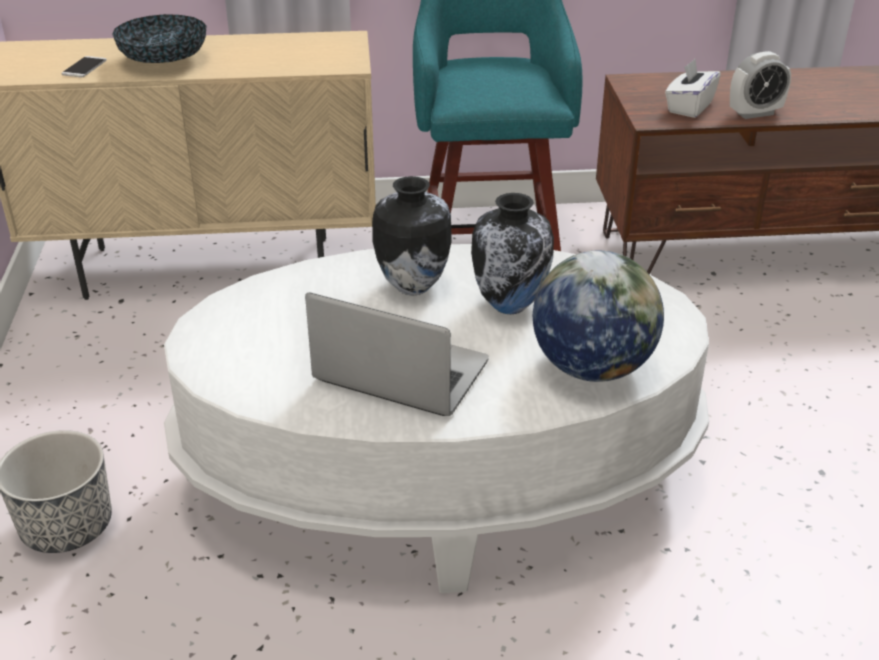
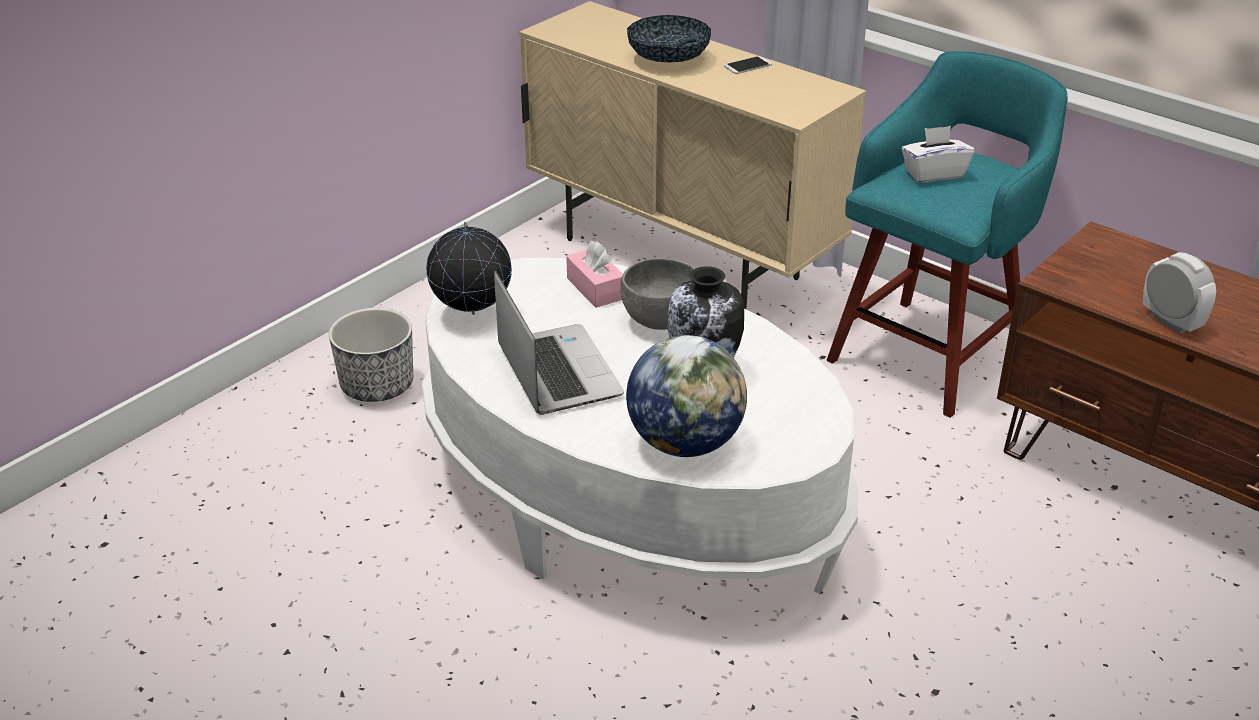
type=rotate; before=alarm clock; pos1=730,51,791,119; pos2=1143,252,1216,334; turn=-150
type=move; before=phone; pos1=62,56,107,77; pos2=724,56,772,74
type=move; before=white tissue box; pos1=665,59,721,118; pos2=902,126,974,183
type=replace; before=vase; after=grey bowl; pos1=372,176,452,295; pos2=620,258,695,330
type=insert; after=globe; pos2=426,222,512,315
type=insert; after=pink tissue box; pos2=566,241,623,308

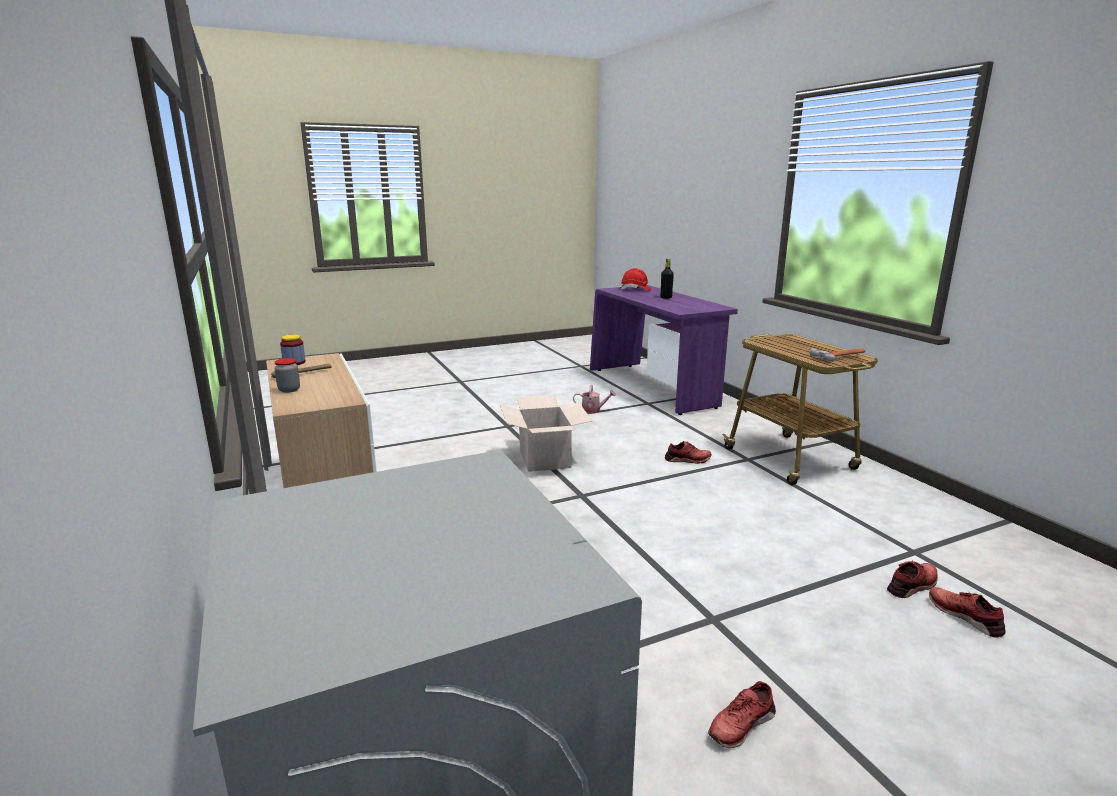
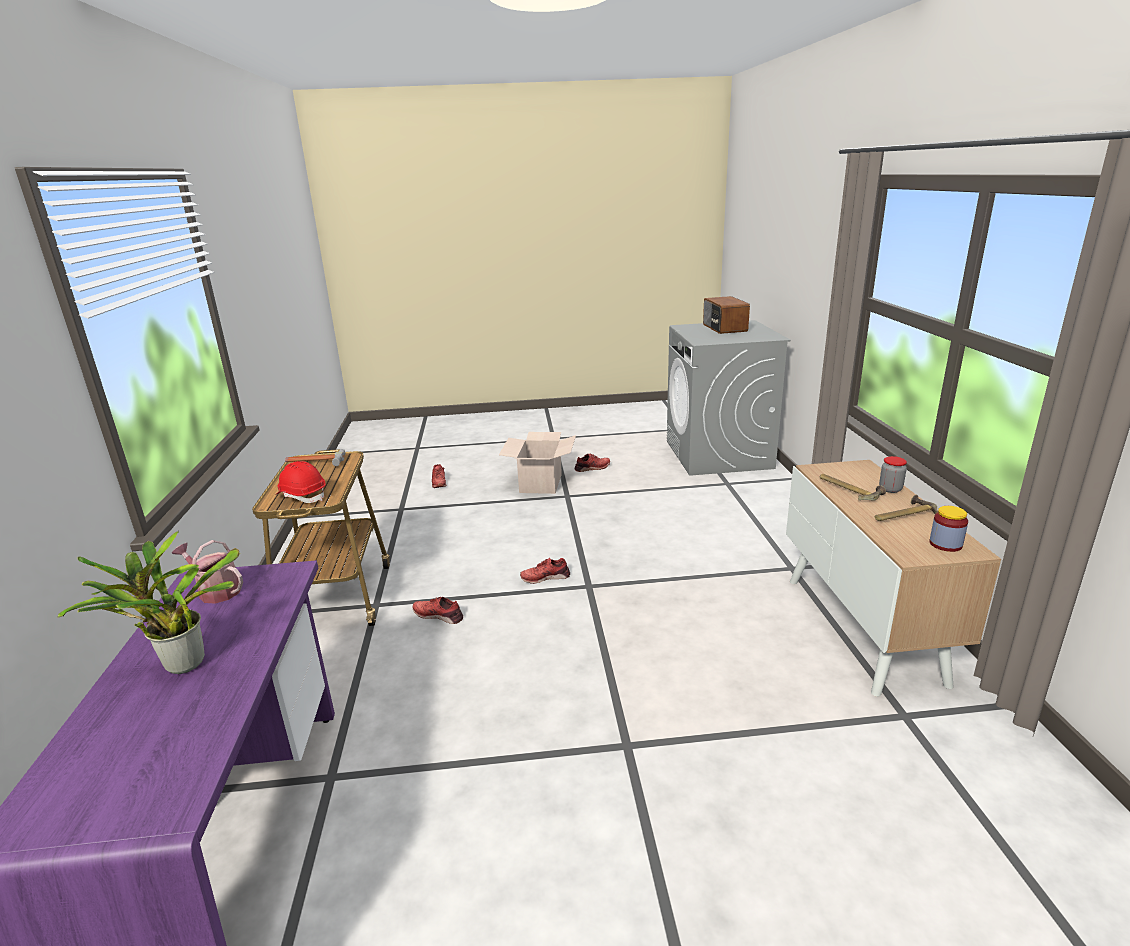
type=replace; before=black bottle; after=potted plant; pos1=661,258,674,299; pos2=57,531,240,674
type=move; before=red hard hat; pos1=621,268,652,291; pos2=277,461,326,503
type=move; before=watering can; pos1=573,384,616,413; pos2=172,540,243,604
type=move; before=cardboard box; pos1=500,395,592,472; pos2=499,432,576,494
type=move; before=red shoe; pos1=887,560,938,598; pos2=520,558,570,584
type=insert; after=radio; pos2=703,296,750,334
type=insert; after=hammer; pos2=820,474,886,500

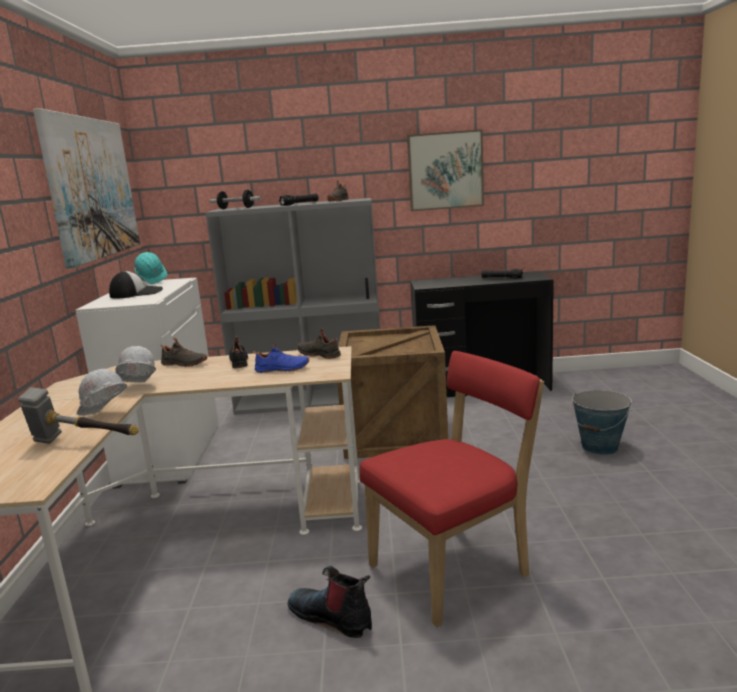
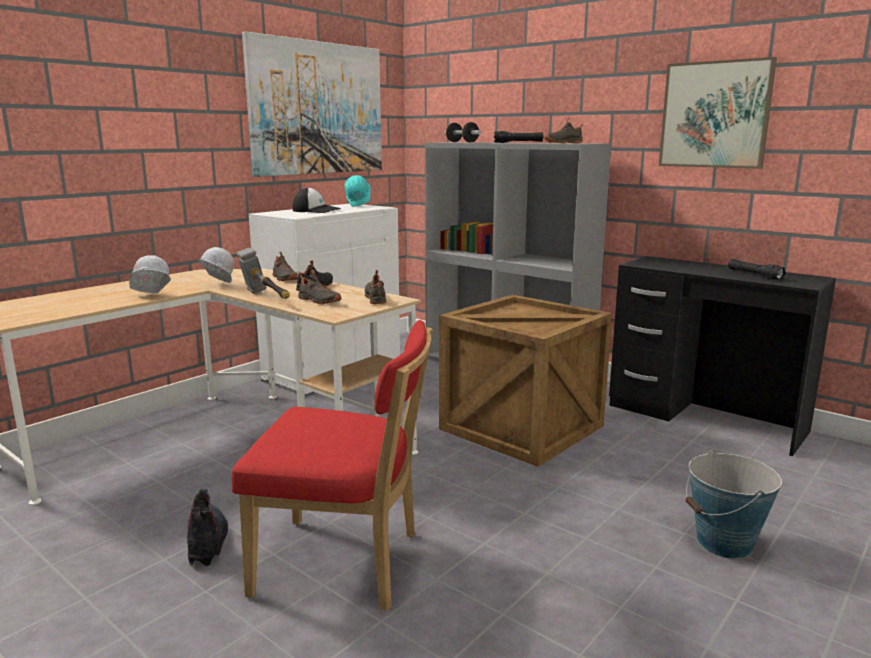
type=recolor; before=blue shoe; after=black shoe; pos1=253,341,309,373; pos2=298,270,341,304
type=move; before=hammer; pos1=18,387,139,444; pos2=236,247,290,299

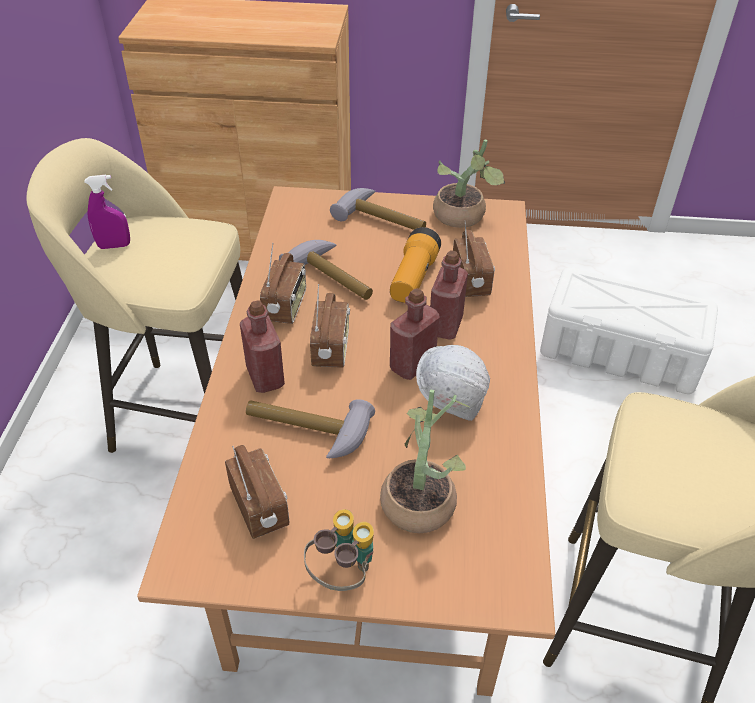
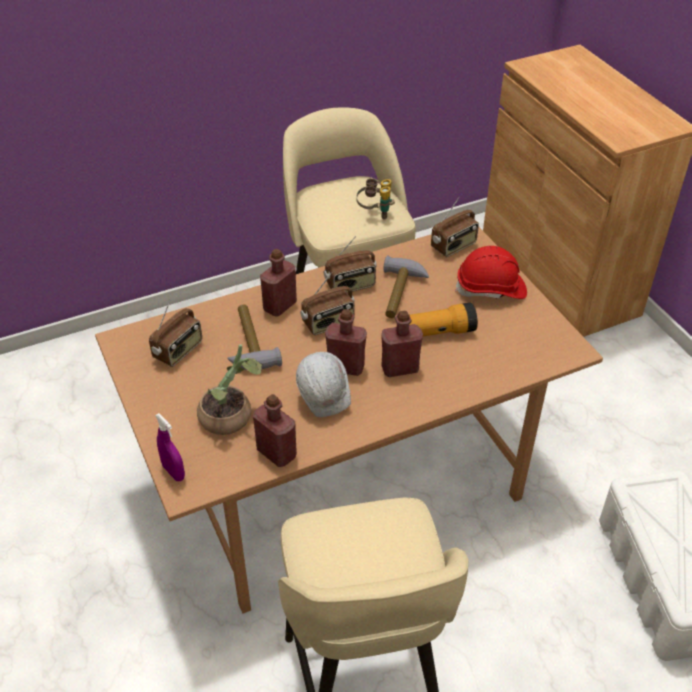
type=delete; before=potted plant; pos1=433,139,505,228
type=move; before=purple spray bottle; pos1=84,175,130,249; pos2=155,413,185,481
type=replace; before=hammer; after=red hard hat; pos1=330,188,426,230; pos2=455,246,527,299
type=move; before=radio; pos1=453,222,495,297; pos2=431,197,479,257
type=move; before=binoculars; pos1=304,509,374,591; pos2=356,179,395,220
type=insert; after=red bottle; pos2=253,394,297,467

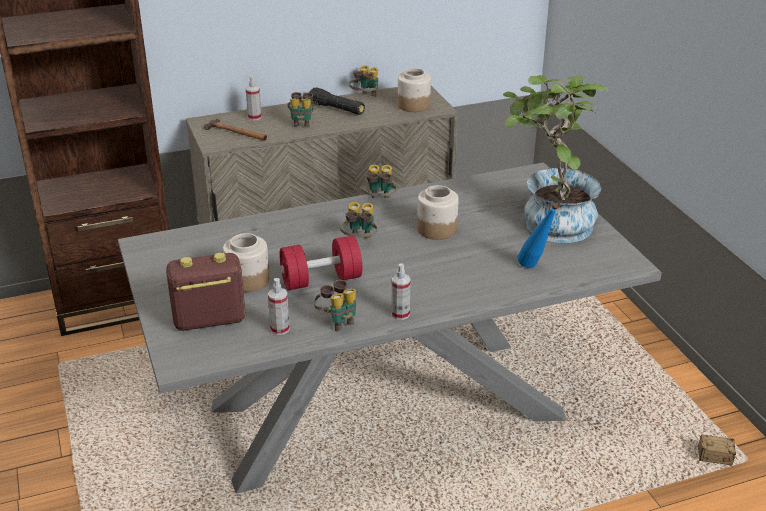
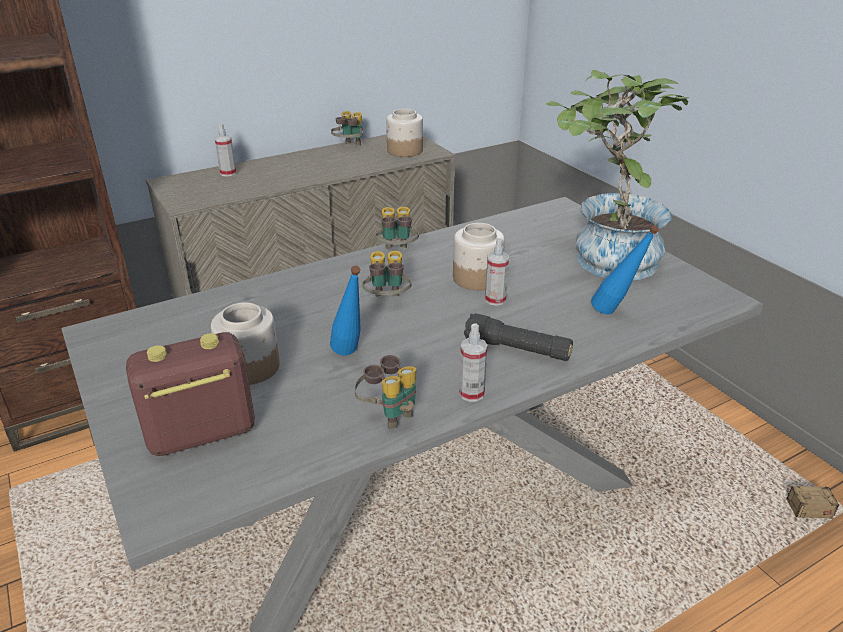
type=move; before=black flashlight; pos1=309,87,365,115; pos2=464,313,573,361
type=delete; before=binoculars; pos1=287,92,318,128
type=delete; before=hammer; pos1=204,119,267,141
type=replace; before=red dumbbell; after=blue bottle; pos1=279,236,362,290; pos2=330,266,361,356
type=move; before=spray bottle; pos1=268,278,290,335; pos2=485,238,509,306

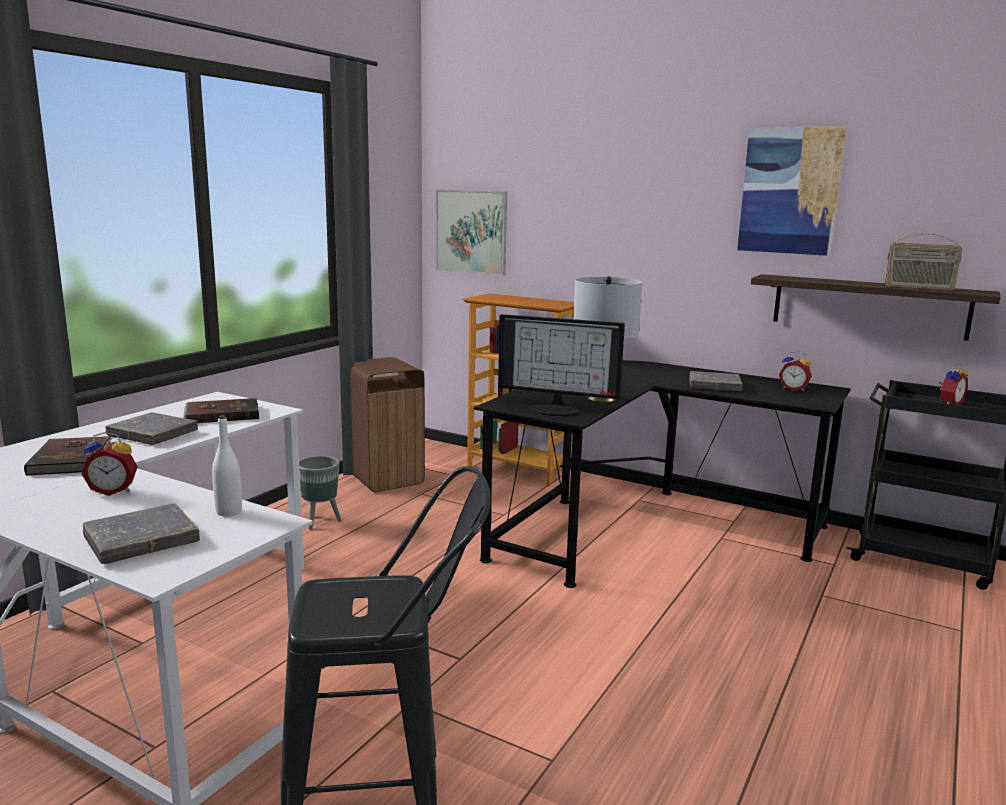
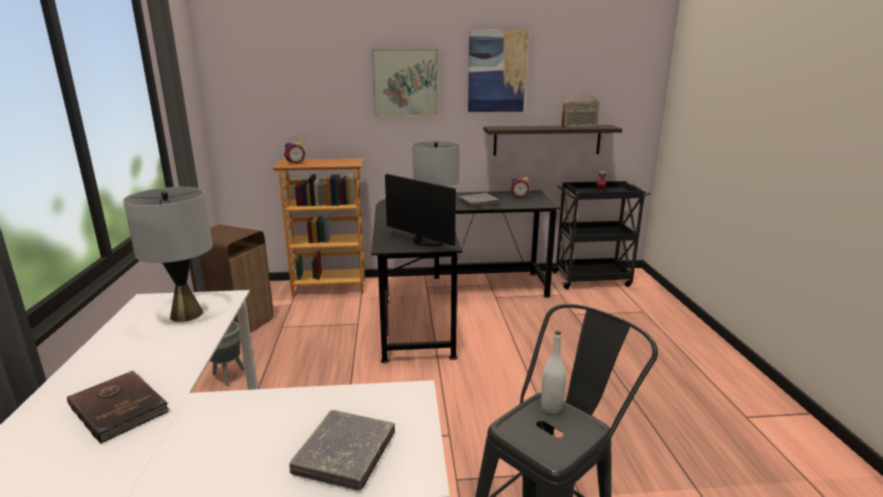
type=move; before=picture; pos1=436,190,507,276; pos2=371,49,438,117
type=rotate; before=monitor; pos1=498,314,625,416; pos2=385,174,456,246; turn=-120
type=replace; before=brown book; after=grey table lamp; pos1=183,398,259,423; pos2=123,187,213,322
type=delete; before=grey book; pos1=106,412,198,445
type=move; before=white bottle; pos1=212,415,242,517; pos2=541,331,566,413
type=move; before=alarm clock; pos1=82,432,138,496; pos2=284,137,305,164

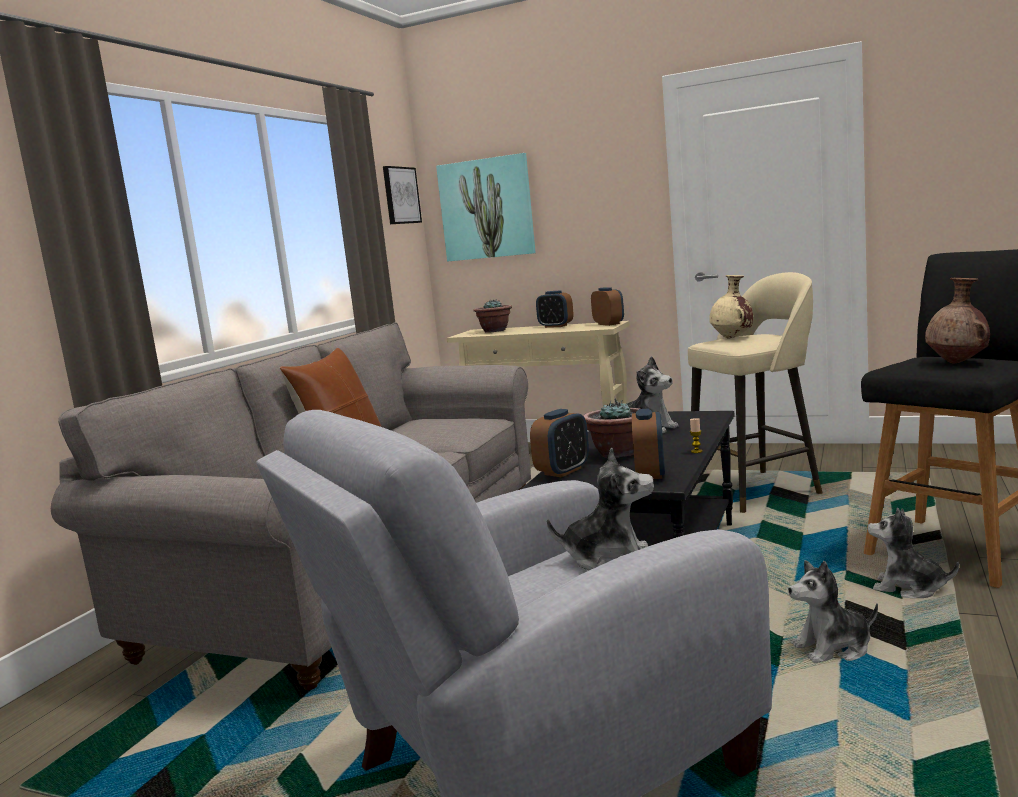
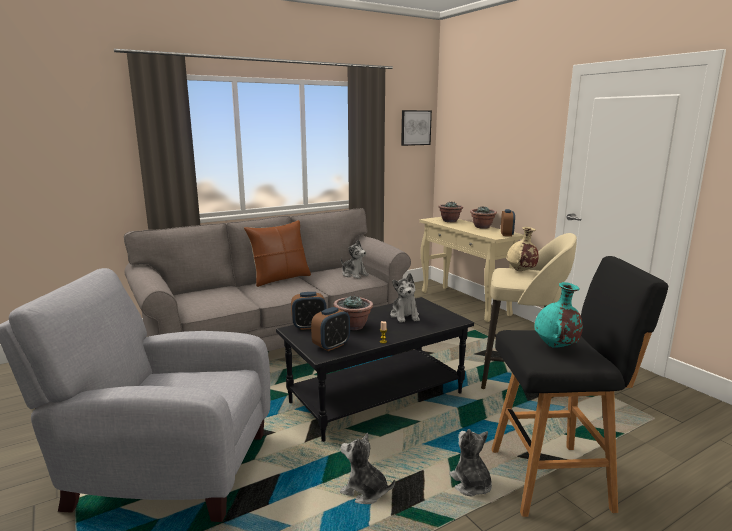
type=delete; before=picture; pos1=436,153,536,262
type=recolor; before=brown vase; after=turquoise vase; pos1=925,278,990,364; pos2=534,282,583,348
type=replace; before=alarm clock; after=potted plant; pos1=536,291,573,328; pos2=470,206,497,229
type=move; before=plush toy; pos1=547,447,654,570; pos2=341,240,369,279

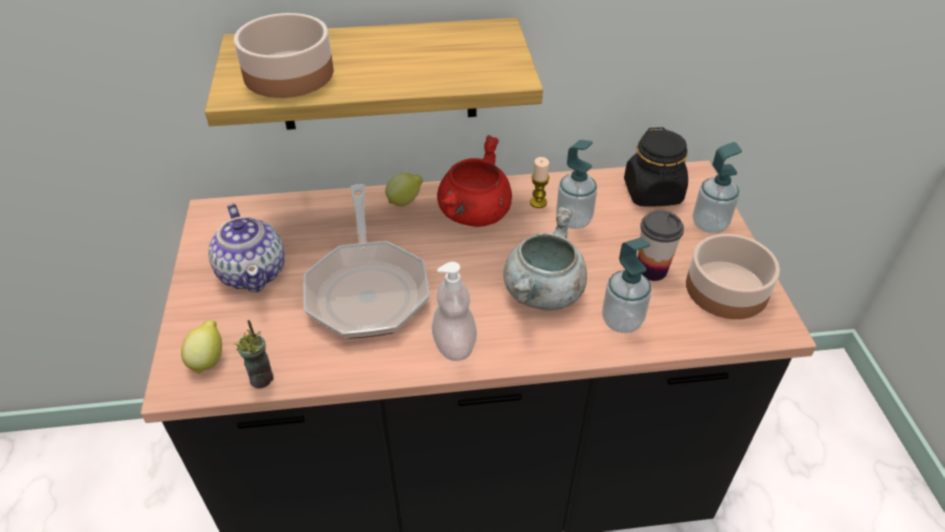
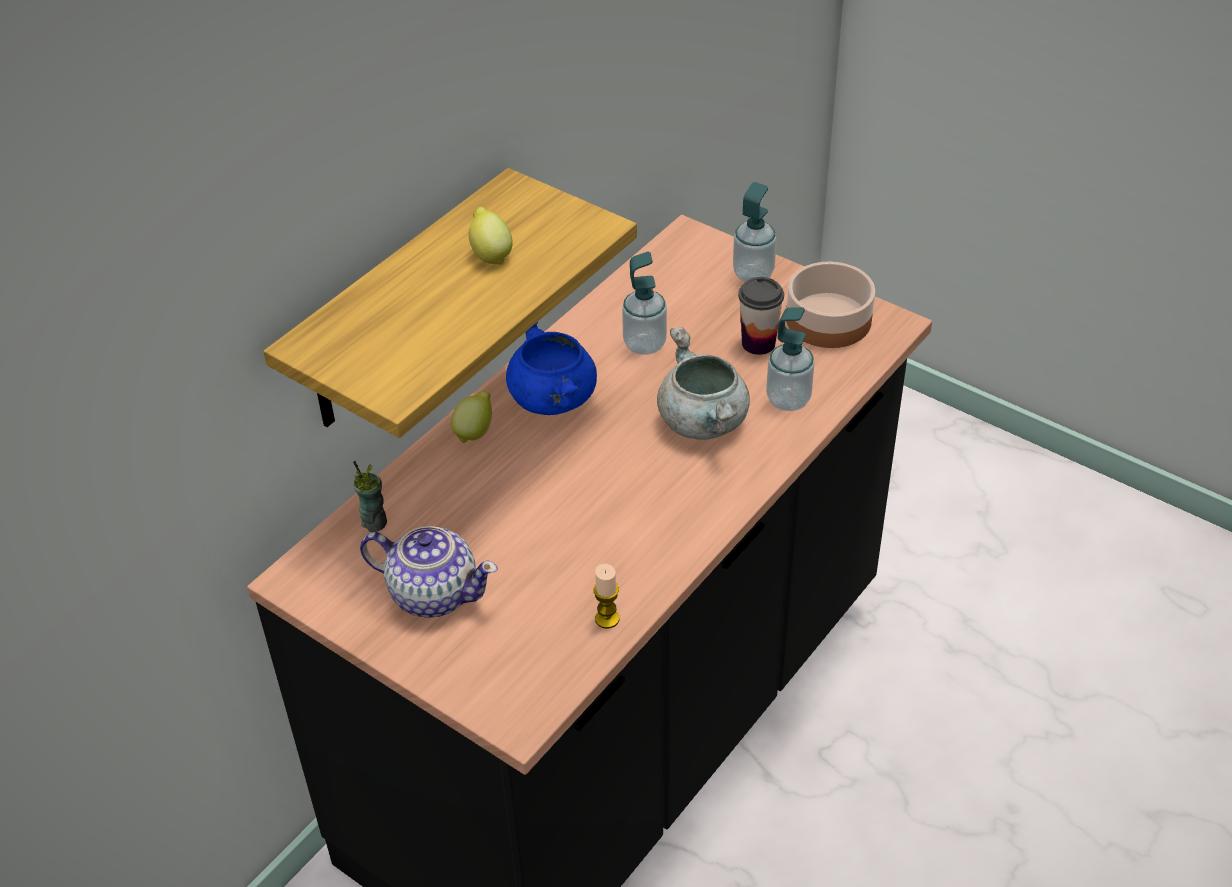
type=delete; before=bowl; pos1=234,13,334,98
type=delete; before=black jar; pos1=624,127,688,207
type=recolor; before=red cooking pot; after=blue cooking pot; pos1=437,135,512,227; pos2=506,322,597,415
type=move; before=candle; pos1=530,157,550,208; pos2=593,564,620,629
type=delete; before=frying pan; pos1=303,184,430,339
type=delete; before=soap dispenser; pos1=432,262,477,361
type=move; before=lemon; pos1=181,320,222,375; pos2=468,207,513,265
type=move; before=cup; pos1=234,320,274,388; pos2=353,461,387,532

